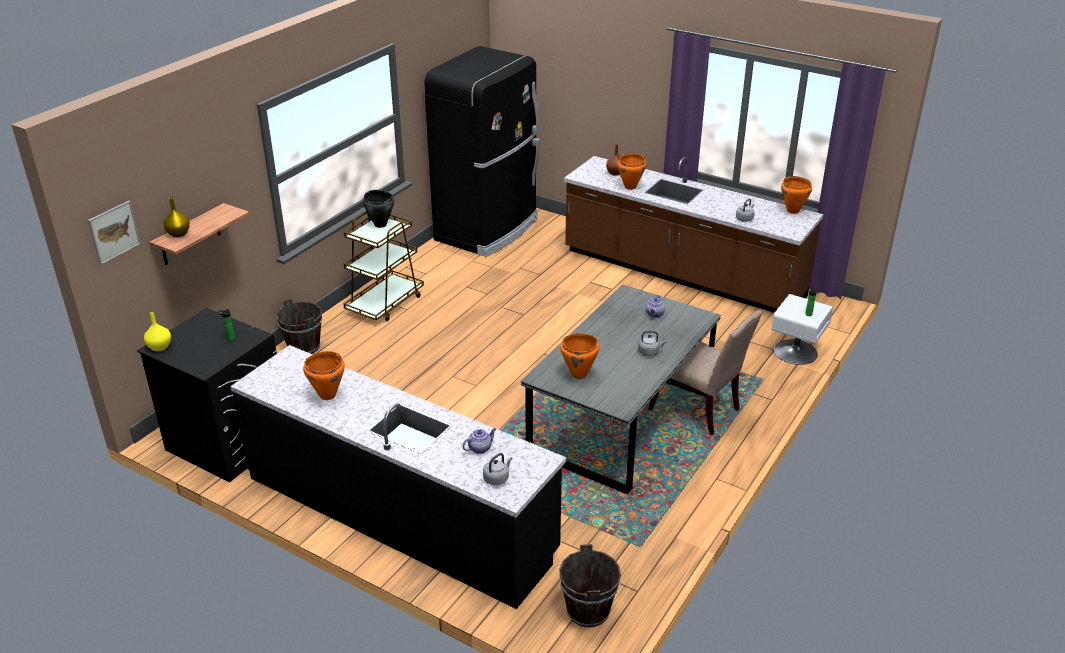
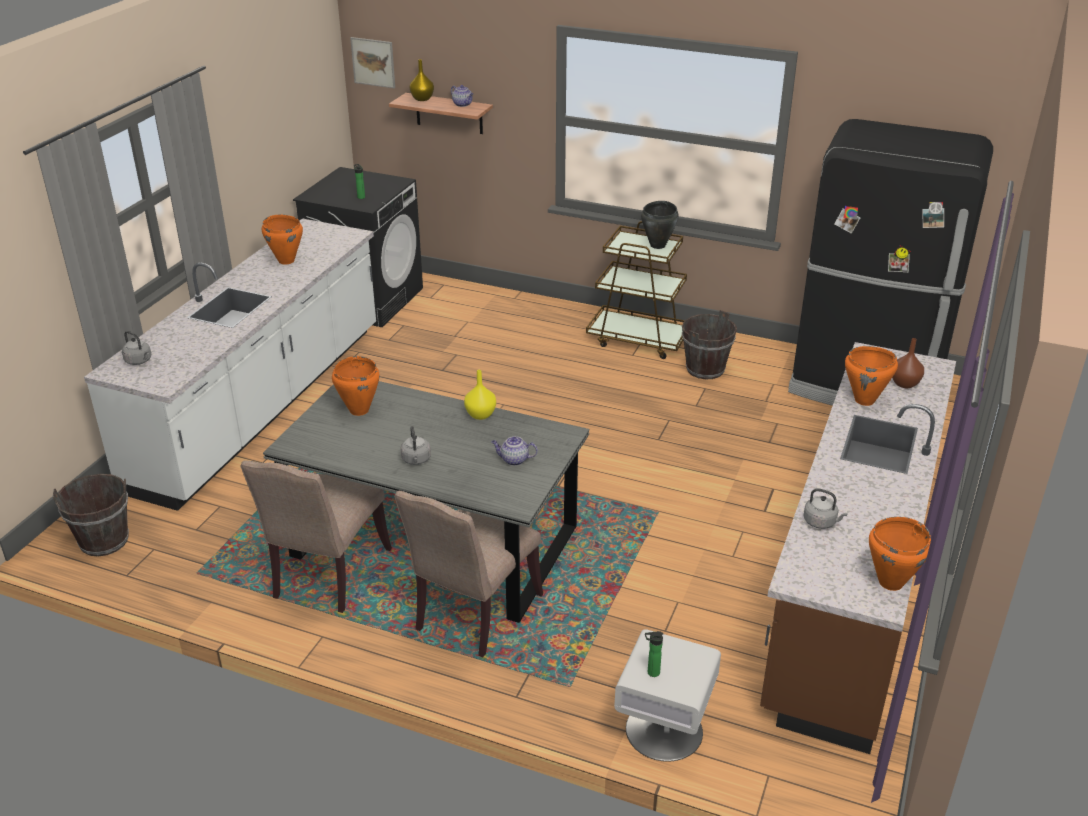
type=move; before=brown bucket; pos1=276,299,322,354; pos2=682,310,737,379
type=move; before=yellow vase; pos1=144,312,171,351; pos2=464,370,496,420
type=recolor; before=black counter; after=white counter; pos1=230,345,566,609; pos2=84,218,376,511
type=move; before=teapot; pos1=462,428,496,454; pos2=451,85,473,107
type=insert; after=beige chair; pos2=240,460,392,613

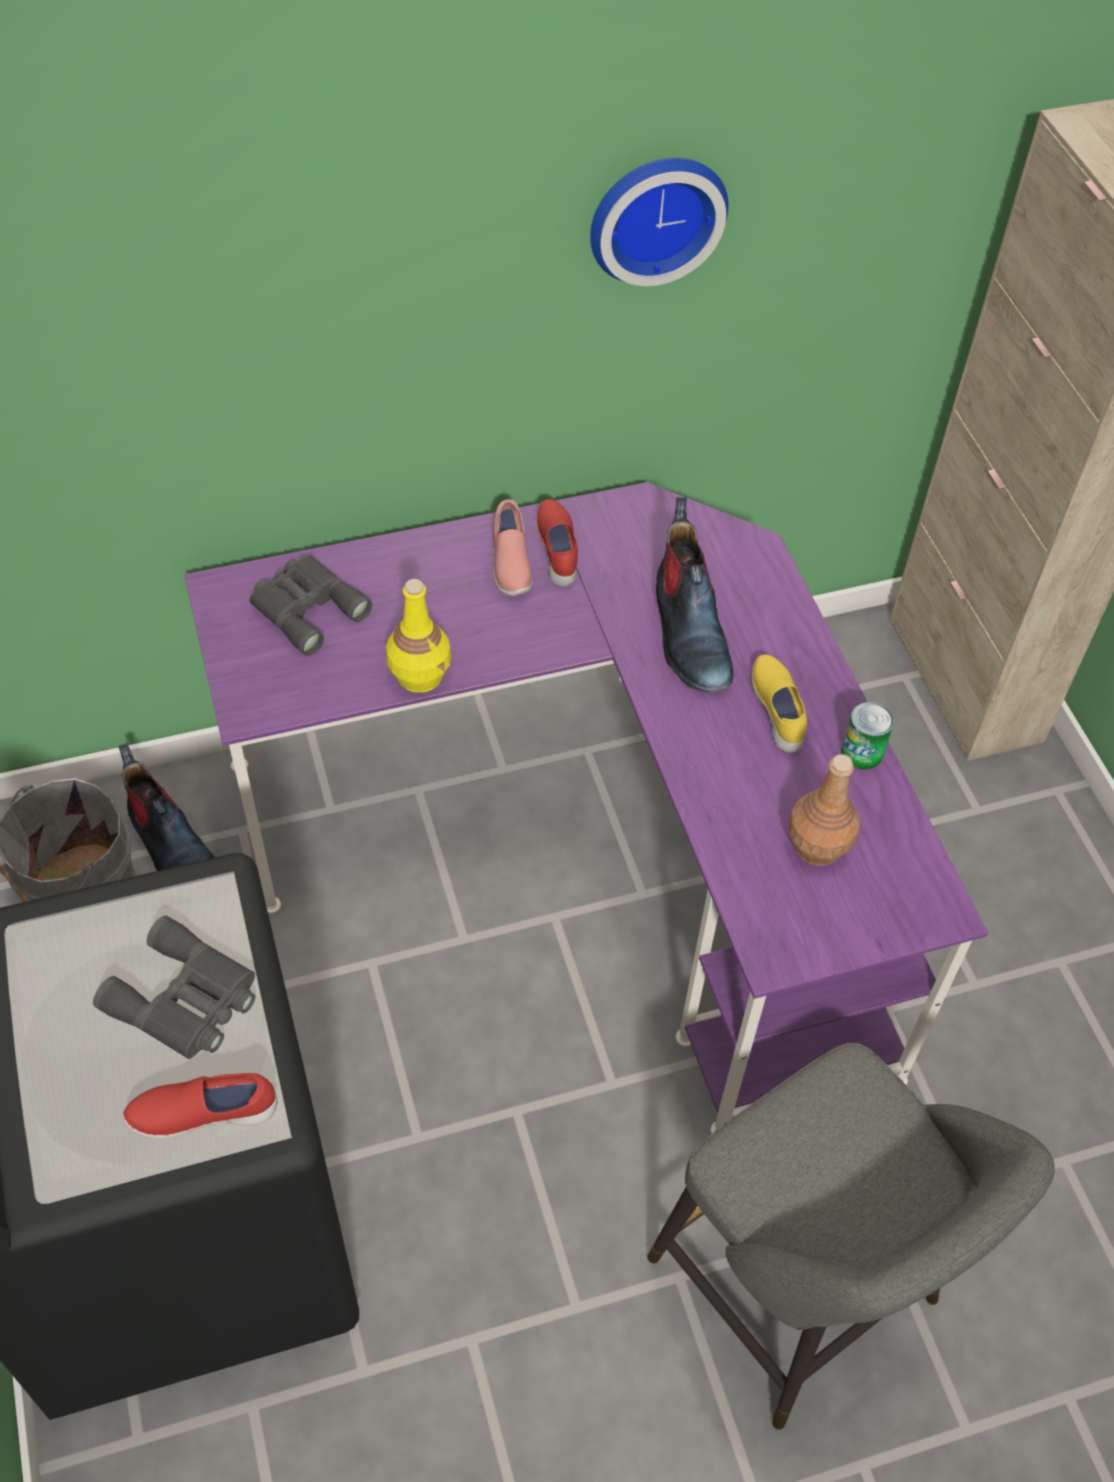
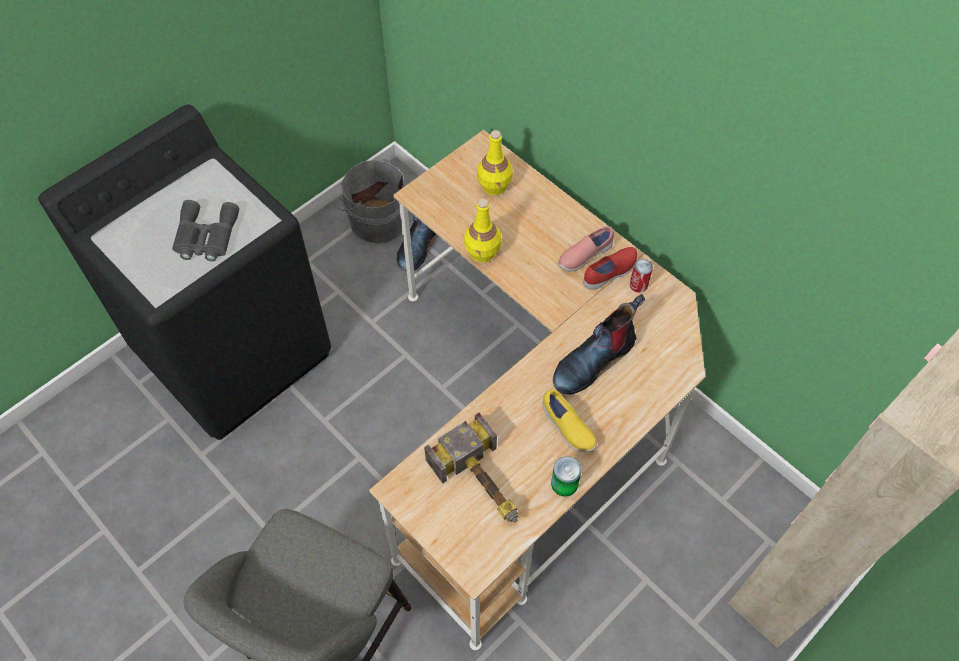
type=delete; before=wall clock; pos1=590,158,728,286
type=recolor; before=purple desk; after=beige desk; pos1=184,482,988,1133; pos2=369,130,705,650
type=replace; before=grey binoculars; after=yellow bottle; pos1=249,555,372,656; pos2=477,130,513,195
type=rotate; before=yellow shoe; pos1=752,655,807,753; pos2=542,390,597,452; turn=90
type=replace; before=brown bottle; after=hammer; pos1=788,754,860,866; pos2=424,413,518,522
type=delete; before=red shoe; pos1=122,1073,278,1139
type=insert; after=can; pos2=630,259,653,293

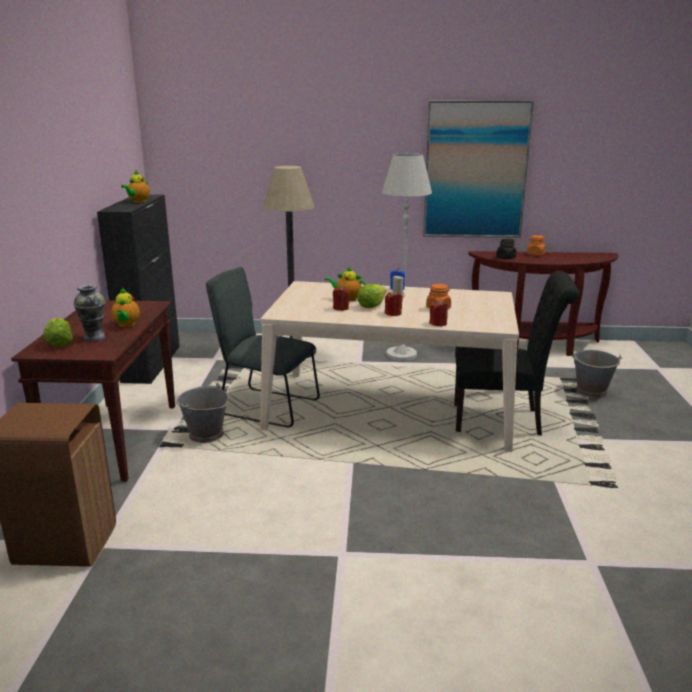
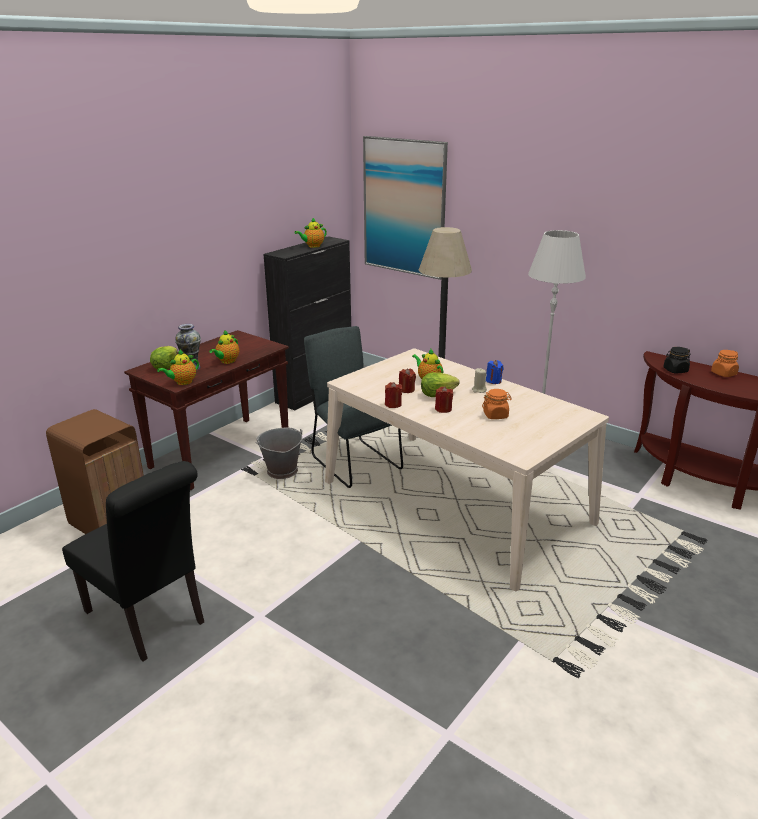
type=move; before=picture; pos1=423,101,534,238; pos2=363,136,448,280
type=move; before=black chair; pos1=454,271,579,435; pos2=62,461,204,662
type=move; before=red candle; pos1=429,300,448,327; pos2=385,382,402,408
type=delete; before=grey bucket; pos1=572,350,622,398
type=insert; after=teapot; pos2=157,349,199,385

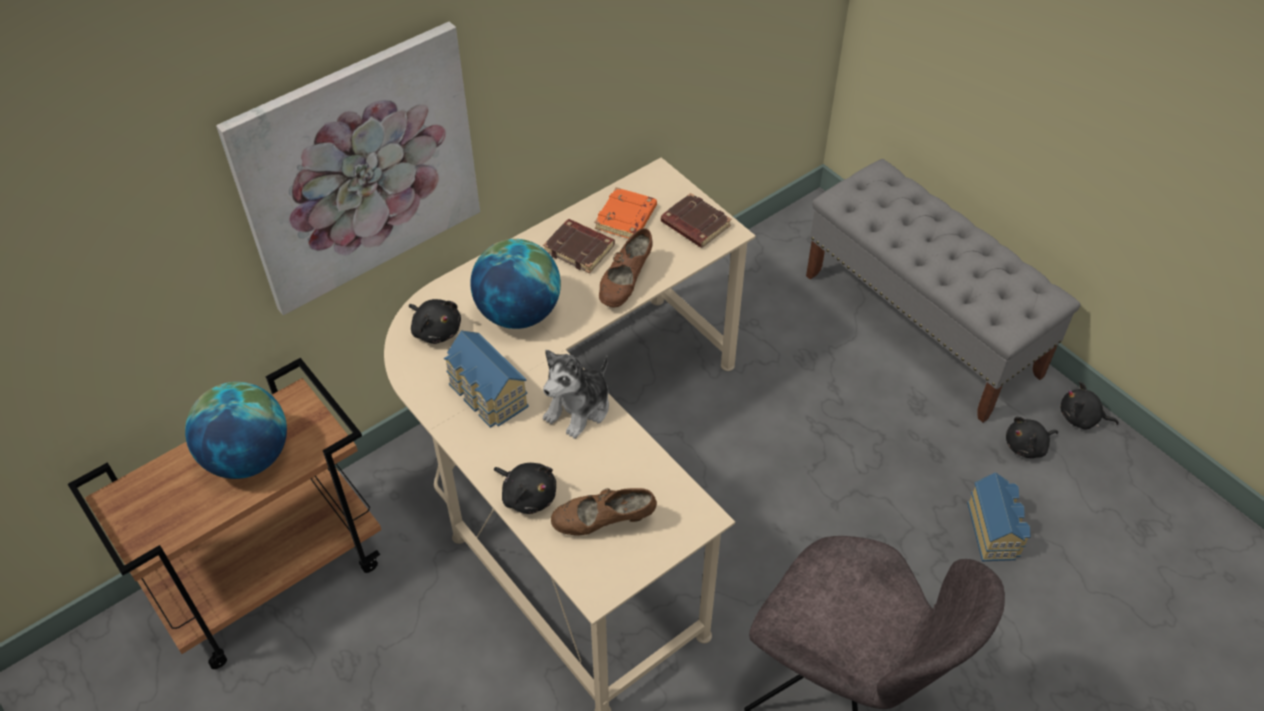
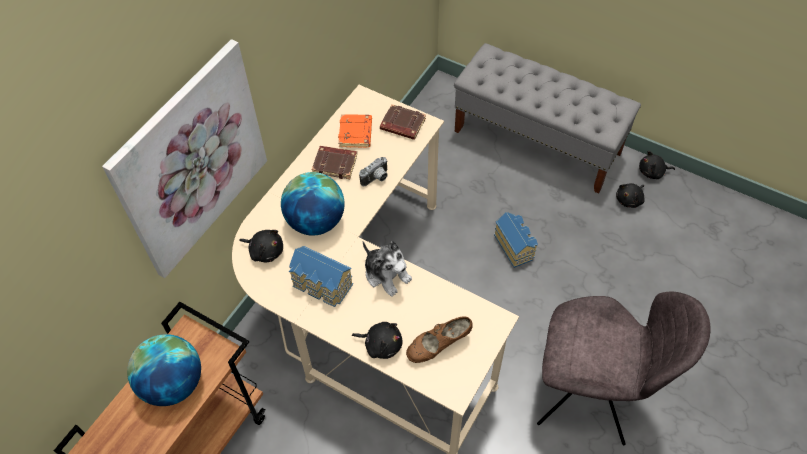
type=replace; before=brown shoe; after=photo camera; pos1=599,228,653,307; pos2=359,157,388,186
type=rotate; before=plush toy; pos1=543,350,609,439; pos2=363,241,412,297; turn=-60
type=move; before=toy house; pos1=967,472,1030,561; pos2=494,212,538,268

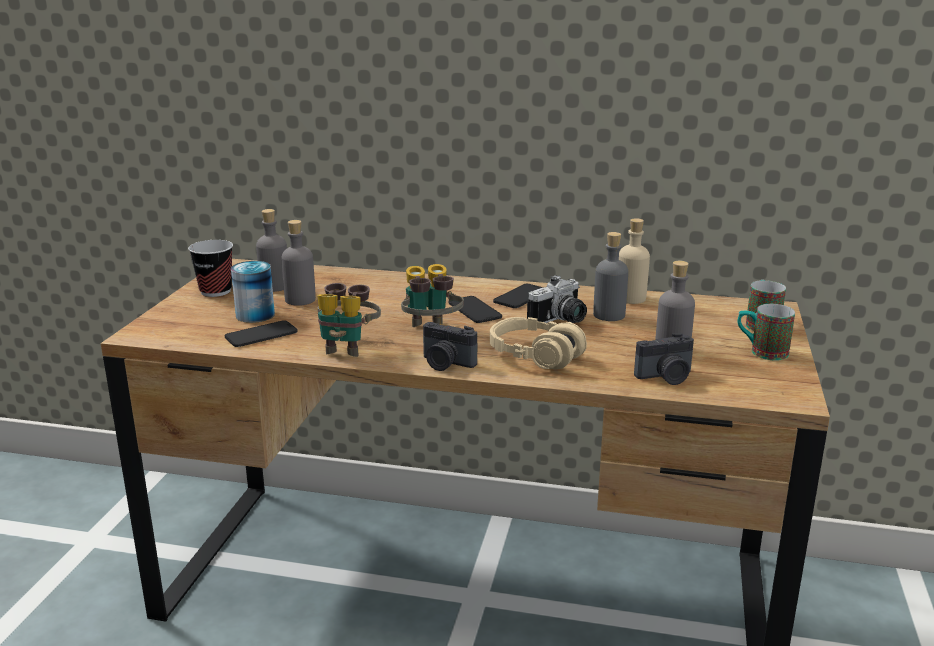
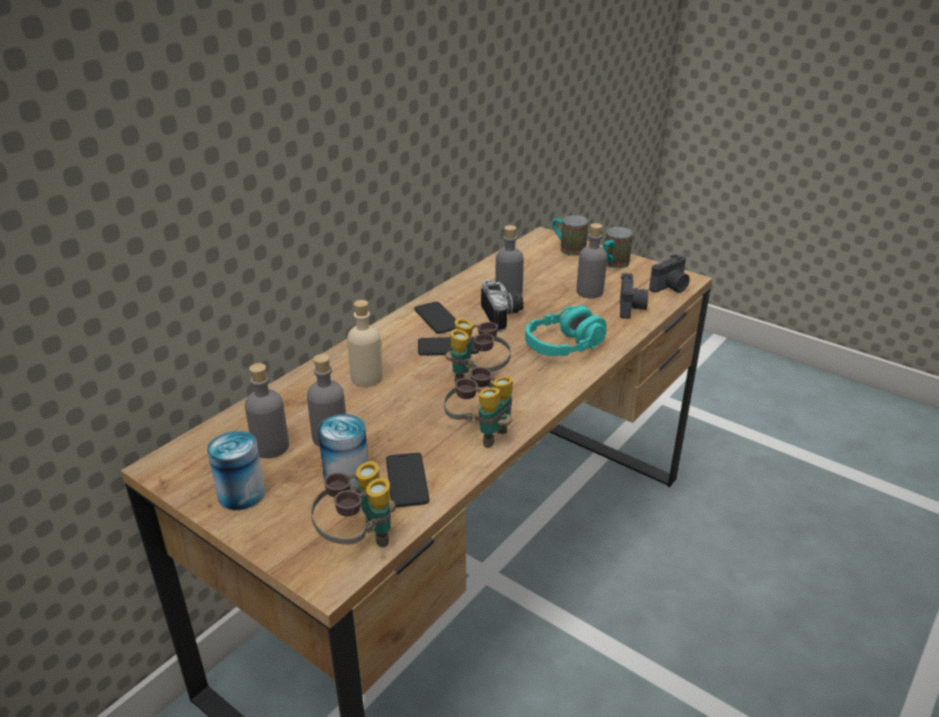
type=move; before=beige bottle; pos1=619,218,650,304; pos2=347,300,383,387
type=replace; before=cup; after=can; pos1=188,240,233,297; pos2=207,431,265,510
type=recolor; before=beige headphones; after=turquoise headphones; pos1=490,317,587,369; pos2=525,305,607,356
type=move; before=photo camera; pos1=423,322,477,371; pos2=649,254,690,293
type=insert; after=binoculars; pos2=311,461,396,547

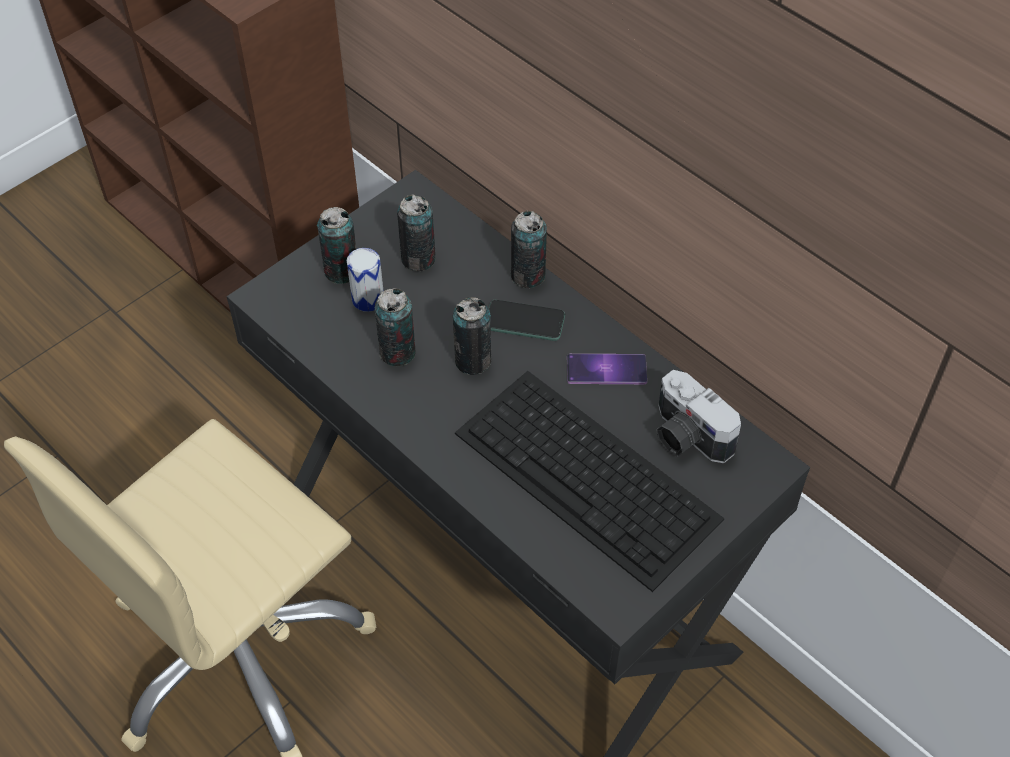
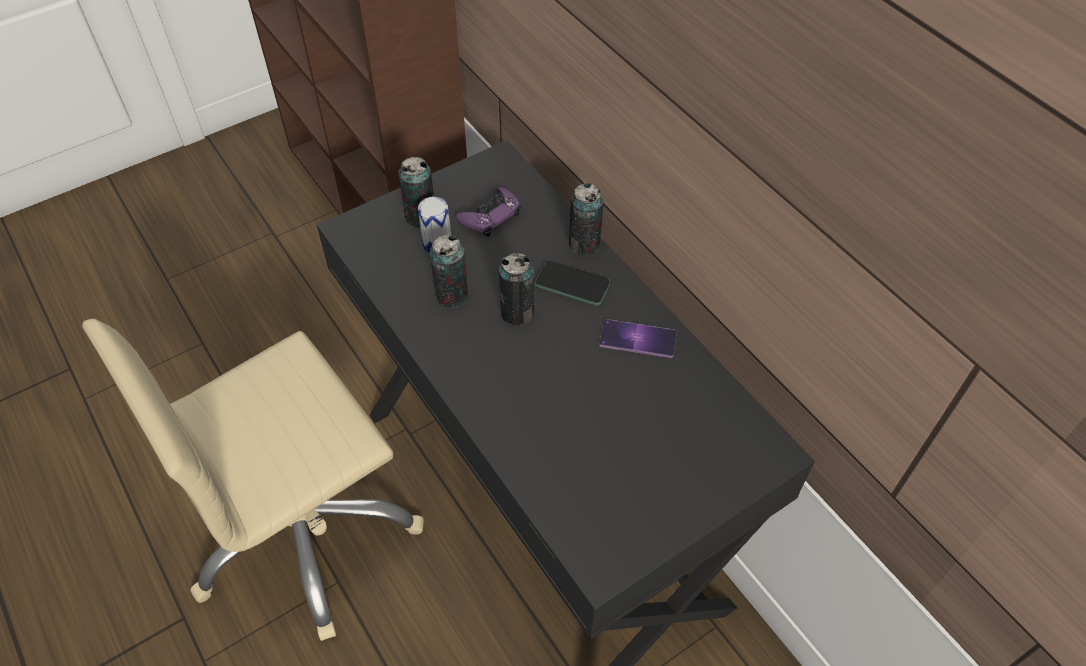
type=replace; before=can; after=purple game controller; pos1=397,194,436,271; pos2=456,187,521,237
type=delete; before=photo camera; pos1=656,370,741,463
type=delete; before=keyboard; pos1=455,371,724,592

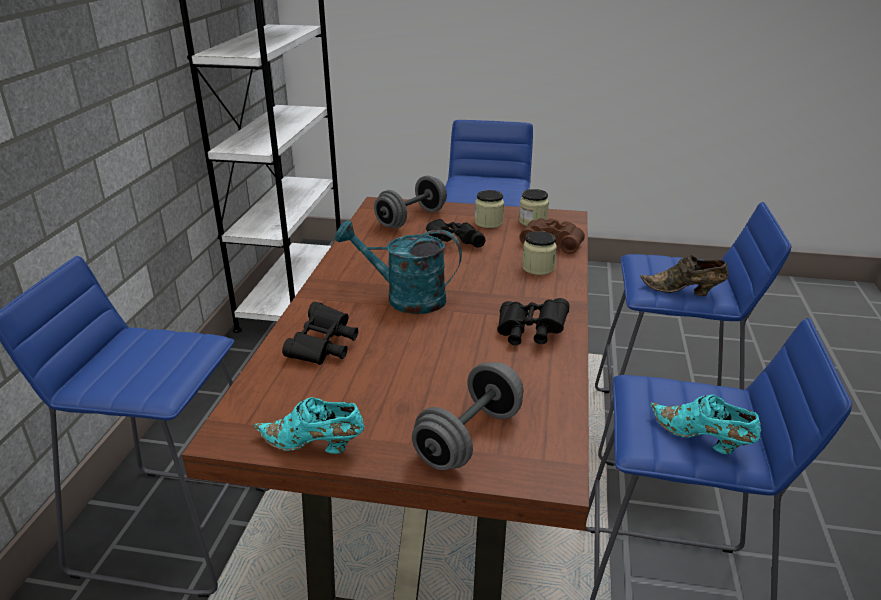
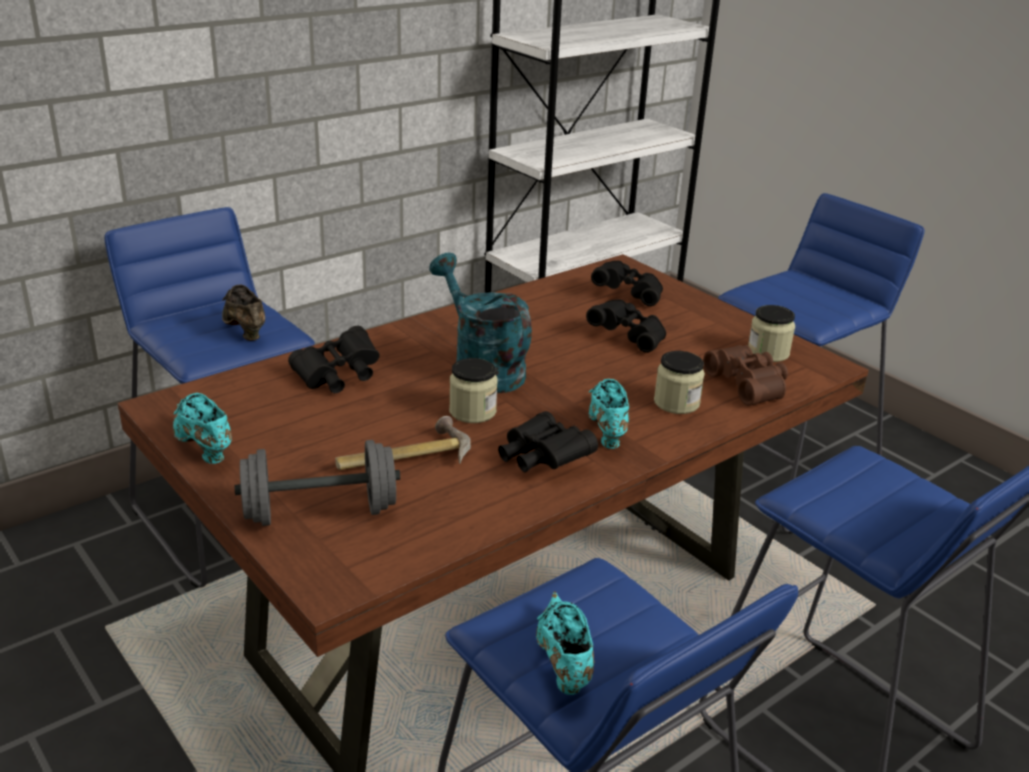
type=replace; before=grey dumbbell; after=black binoculars; pos1=374,175,447,228; pos2=591,261,663,306
type=move; before=jar; pos1=475,190,504,228; pos2=449,358,498,423
type=move; before=brown shoe; pos1=640,255,728,296; pos2=222,284,265,341
type=insert; after=turquoise shoe; pos2=588,379,630,449
type=insert; after=hammer; pos2=335,416,471,470

